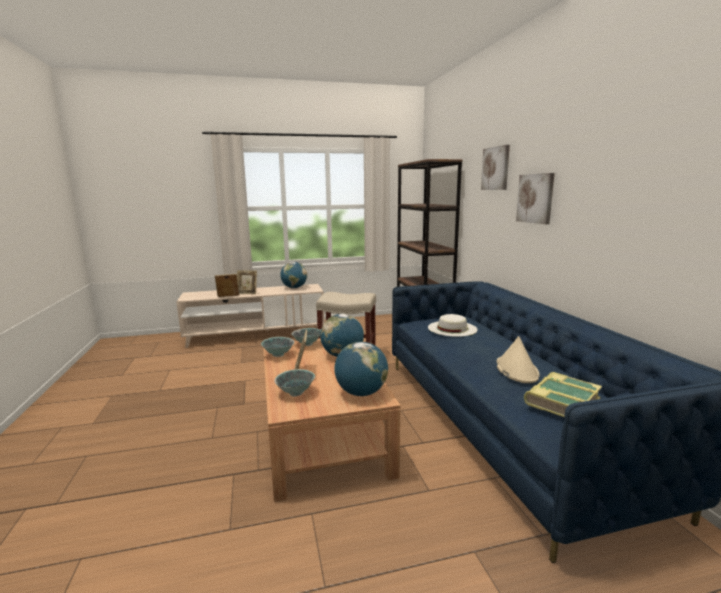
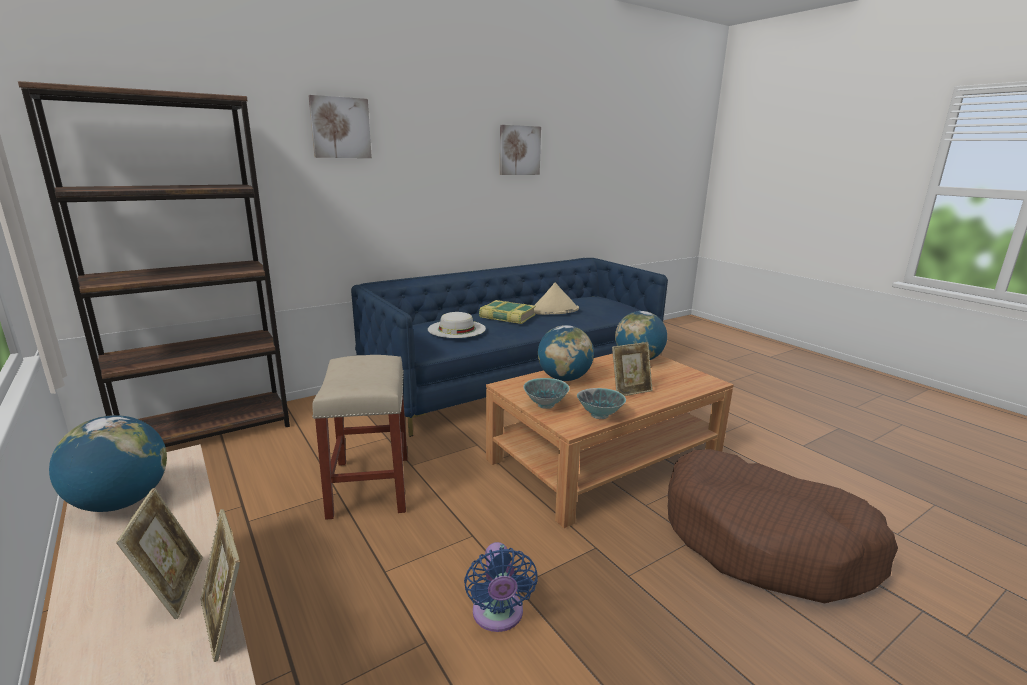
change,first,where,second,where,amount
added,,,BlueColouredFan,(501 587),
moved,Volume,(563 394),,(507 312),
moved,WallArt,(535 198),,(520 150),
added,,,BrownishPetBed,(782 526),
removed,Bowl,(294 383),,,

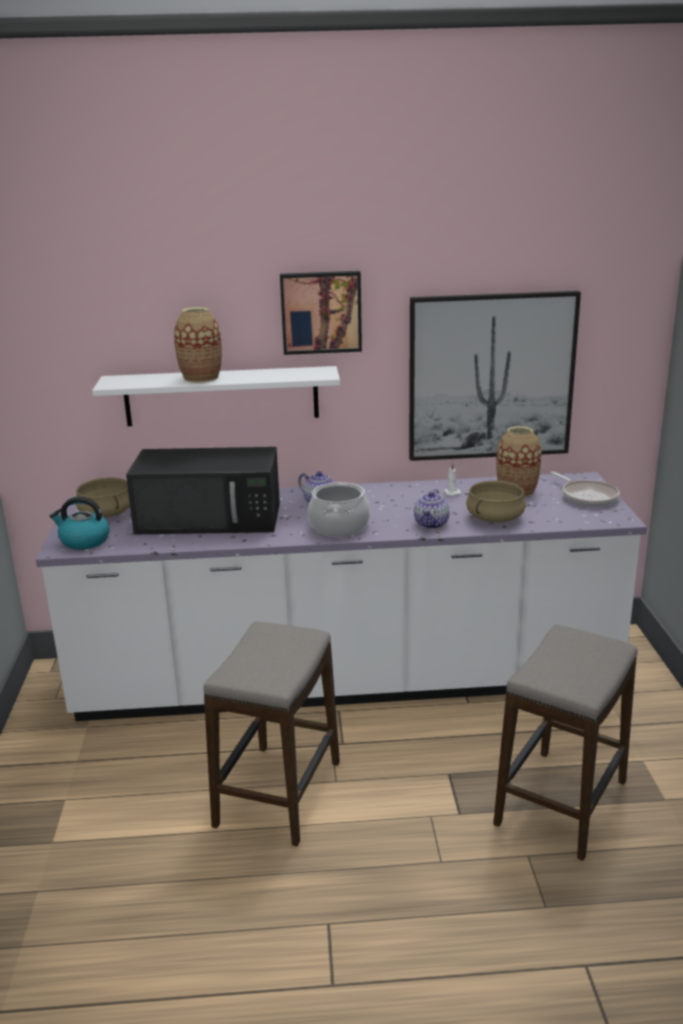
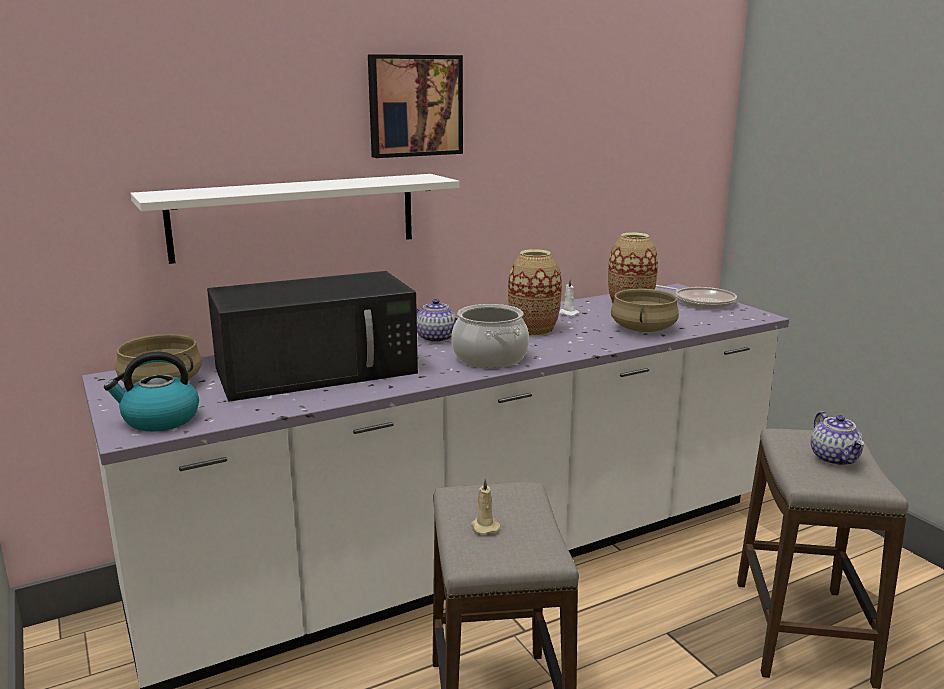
change,first,where,second,where,amount
added,,,BeigeWaxCandle,(485 506),
moved,Vase,(198 345),,(535 292),
moved,PotForTea,(432 509),,(838 438),
removed,WallArt,(495 376),,,

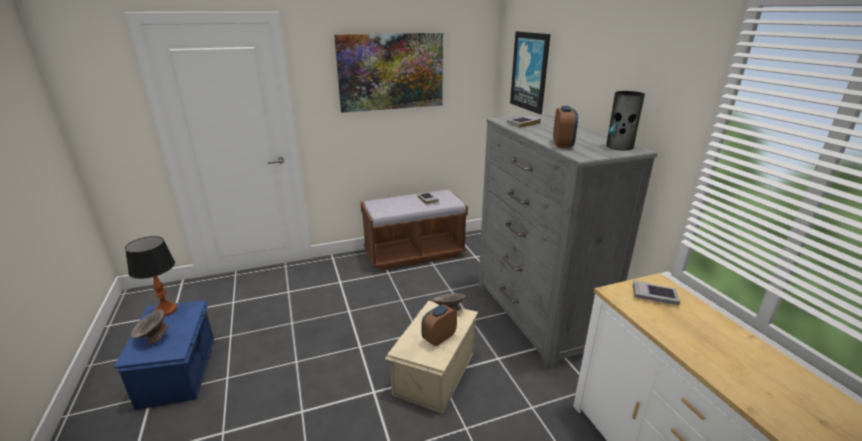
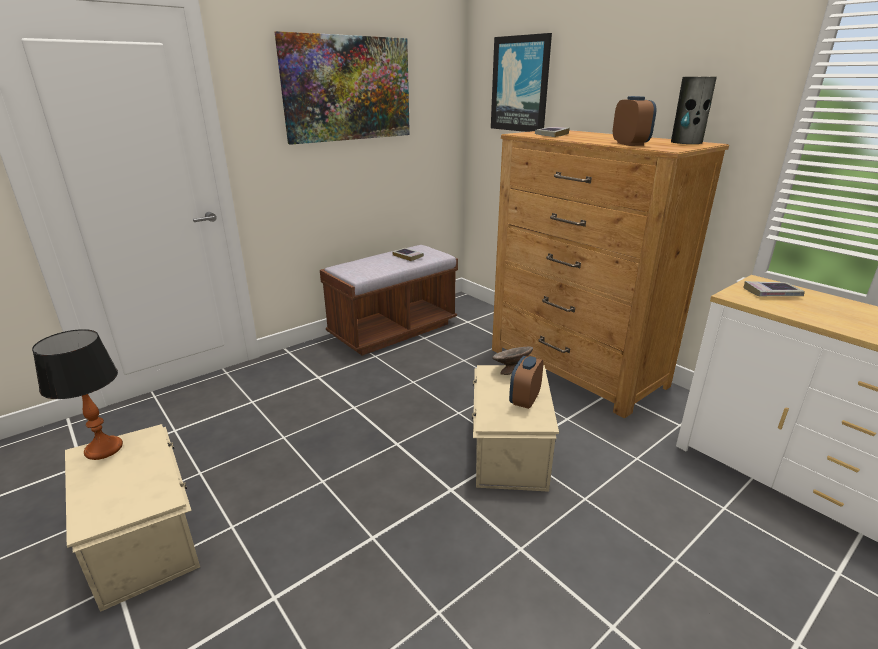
change,first,where,second,where,amount
recoloured,BlueColouredStorageBox,(164 355),BeigeStorageBox,(132 518),
recoloured,GrayDresser,(568 242),BrownishDresser,(610 274),
removed,GrayBowl,(150 327),,,

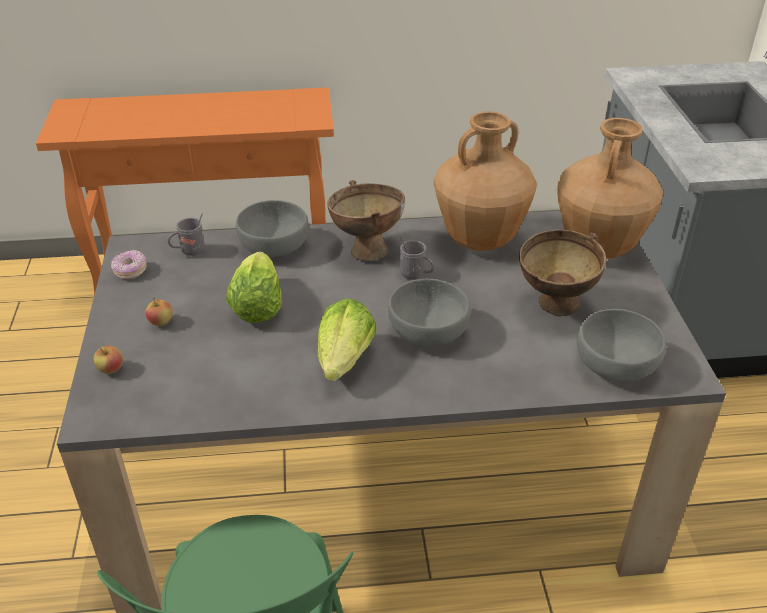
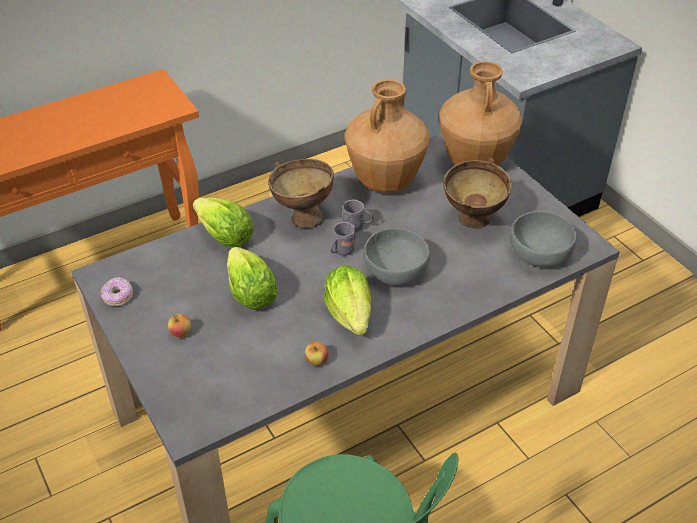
change,first,where,second,where,amount
replaced,GrayBowl,(272 228),HeadOfLettuce,(223 222),
moved,Apple,(108 359),,(316 354),
moved,GrayTeaMug,(186 235),,(342 236),

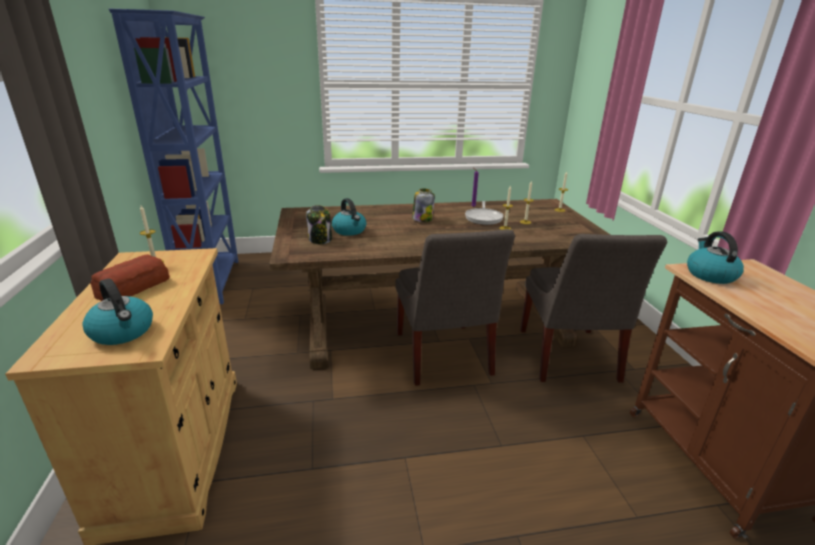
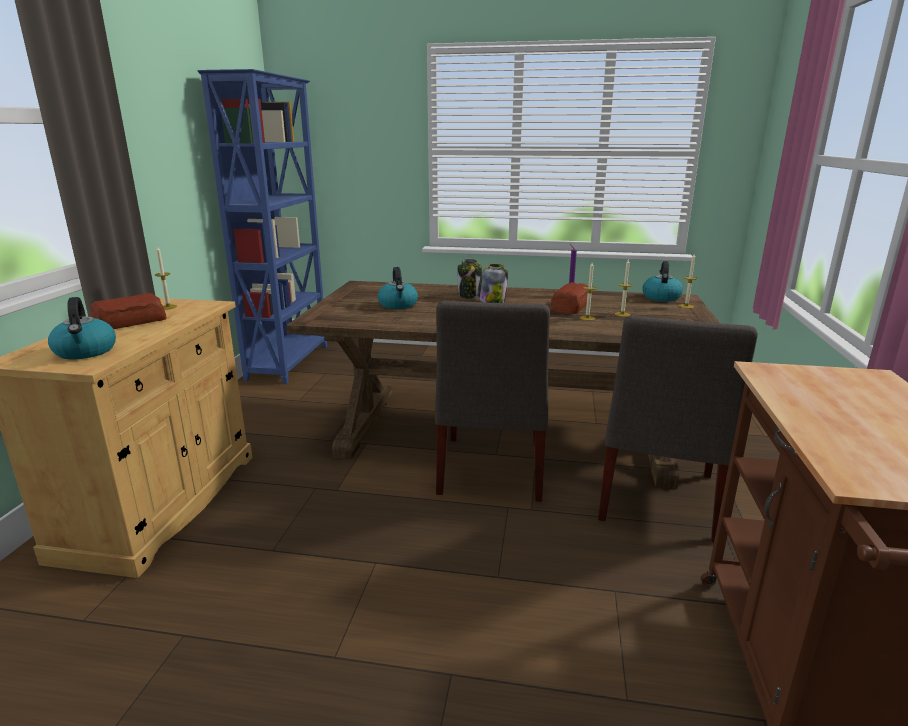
change,first,where,second,where,amount
moved,StorageJar,(319 224),,(469 279),
replaced,FryingPan,(484 213),BakeryBread,(569 298),
moved,WaterKettle,(715 257),,(662 281),

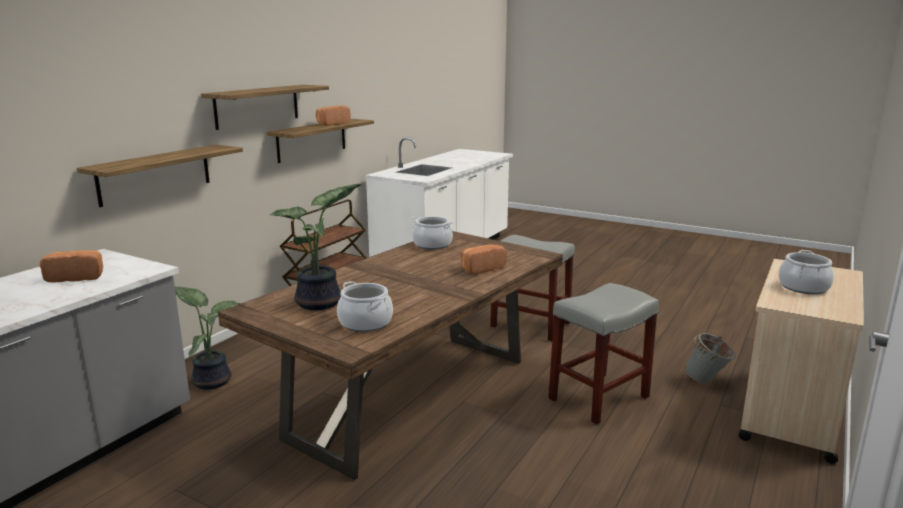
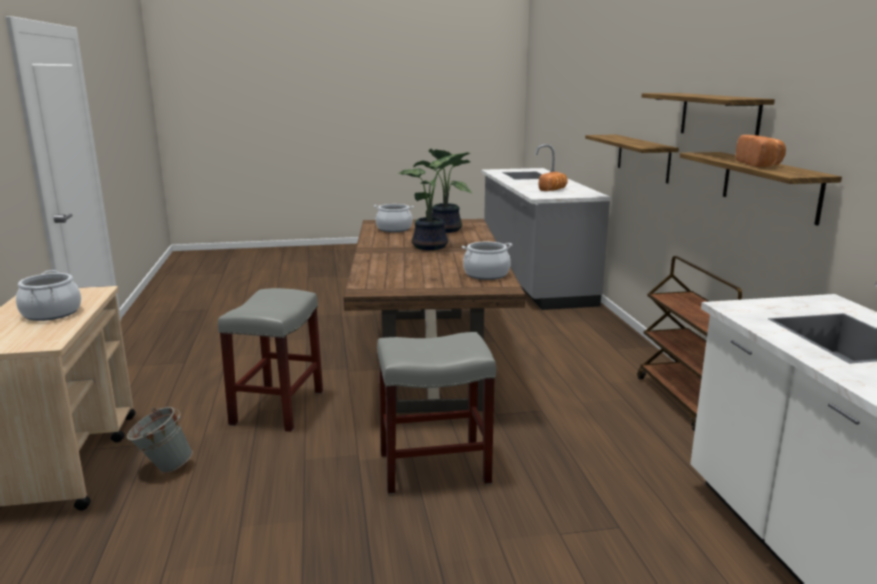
change,first,where,second,where,amount
moved,PlantInAPot,(207 338),,(433 201),
removed,BakeryBread,(484 259),,,

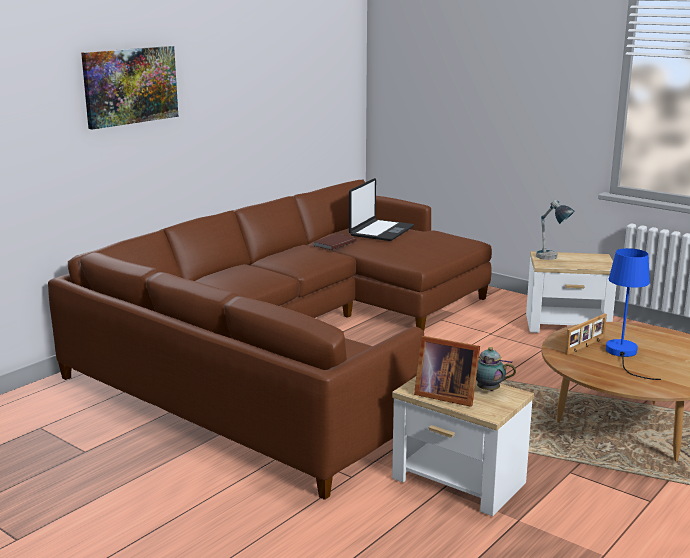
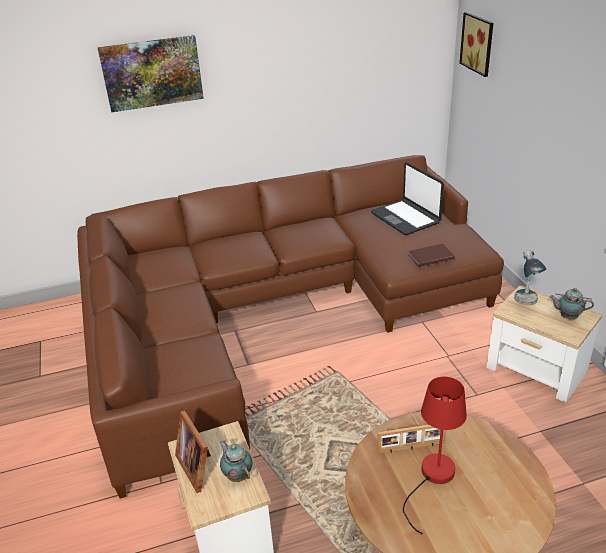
change,first,where,second,where,amount
turned,NotebookComputer,(381 209),,(407 198),90 degrees clockwise
recoloured,BlueColouredLampForATable,(633 314),RedLampForATable,(435 456),
moved,BrownishVolume,(334 241),,(432 255),
added,,,WallArt,(476 44),
added,,,PotForTea,(571 303),

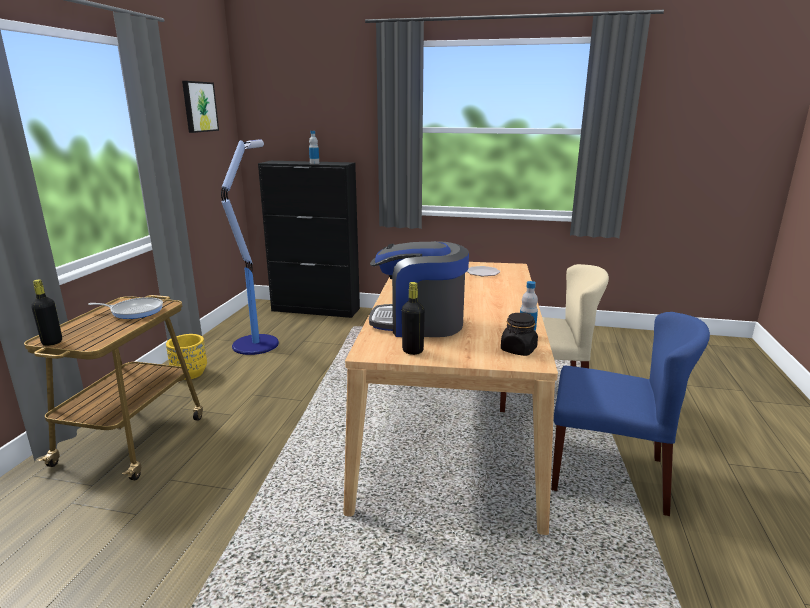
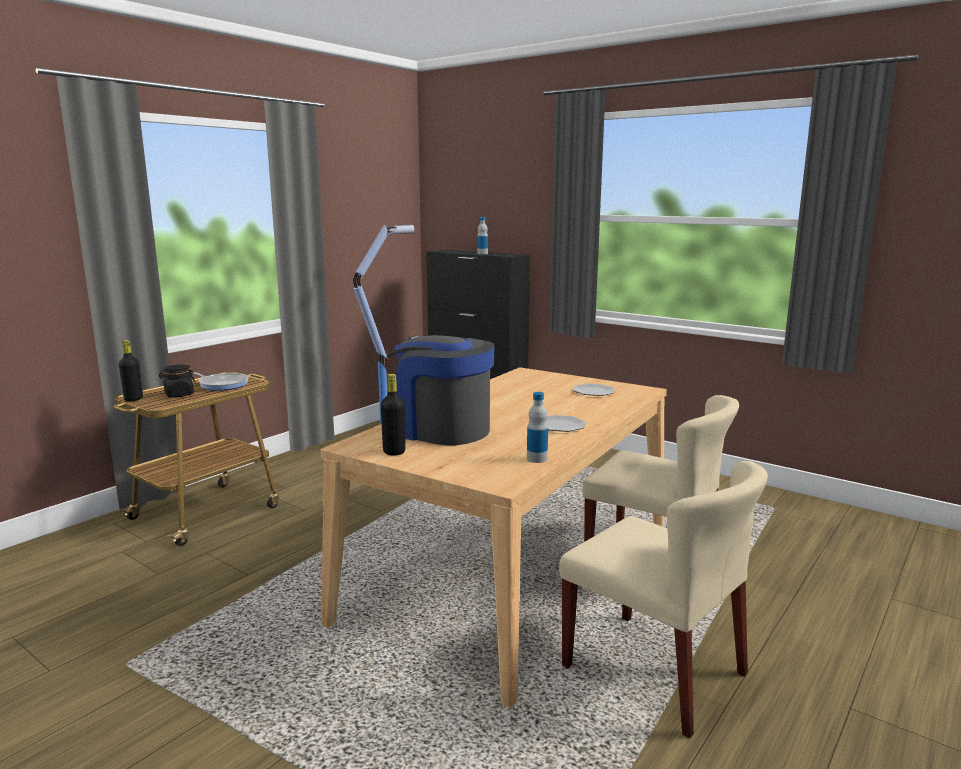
change,first,where,second,where,amount
moved,BlackishStorageJar,(519 334),,(177 380),
added,,,DinnerPlate,(566 423),
recoloured,BlueColouredUprightChair,(630 414),BeigeUprightChair,(663 599),
removed,YellowishFlowerPot,(186 357),,,
removed,WallArt,(200 107),,,

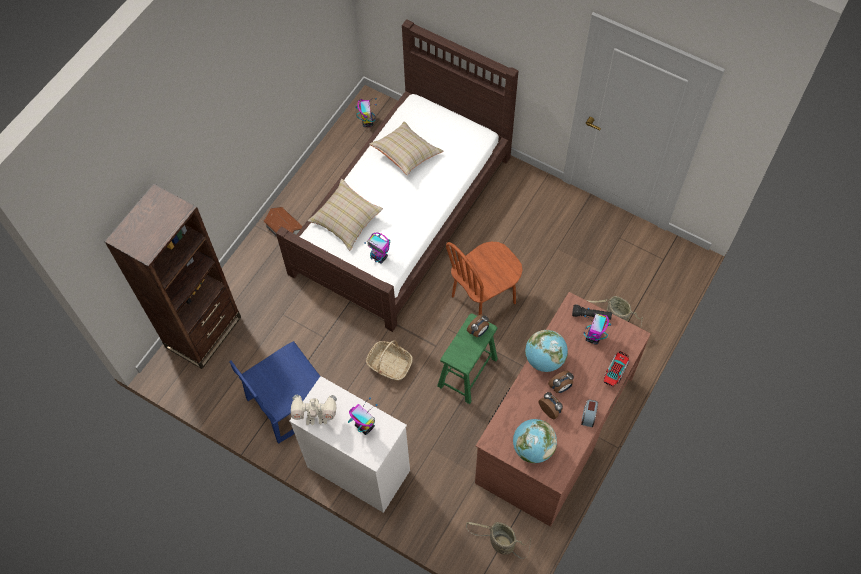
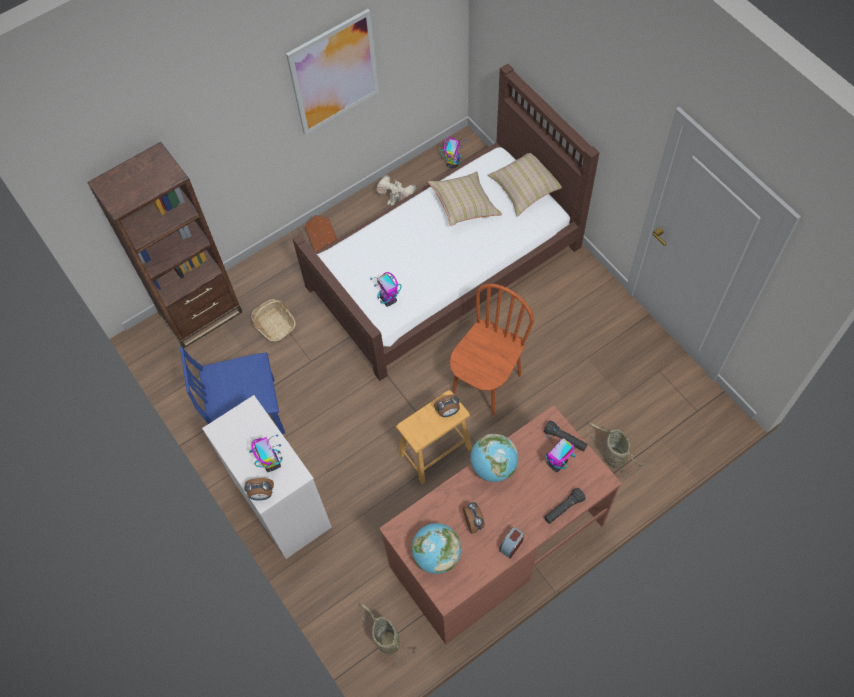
change,first,where,second,where,amount
moved,AlarmClock,(561 382),,(259 489),
moved,Basket,(389 360),,(273 321),
added,,,WallArt,(332 72),
moved,RobotFigure,(314 410),,(396 190),
recoloured,GreenStool,(467 358),BrownishStool,(434 437),
turned,BrownishUprightChair,(484 278),,(492 349),135 degrees clockwise
moved,BeigeThrowPillow,(345 215),,(525 185),
replaced,ToyLorry,(616 369),BlackishHandTorch,(565 506),

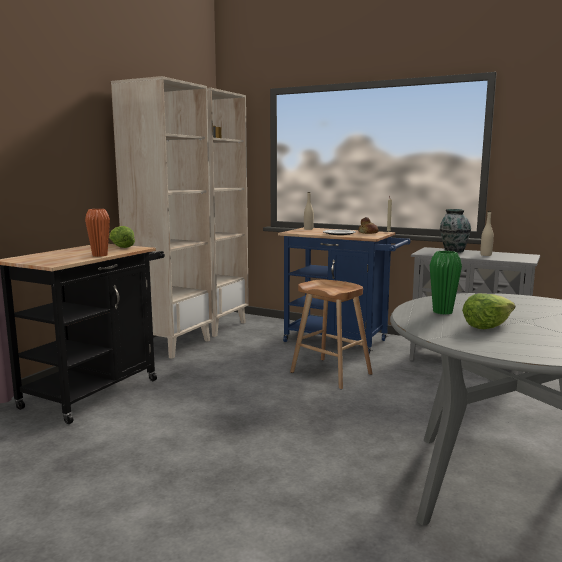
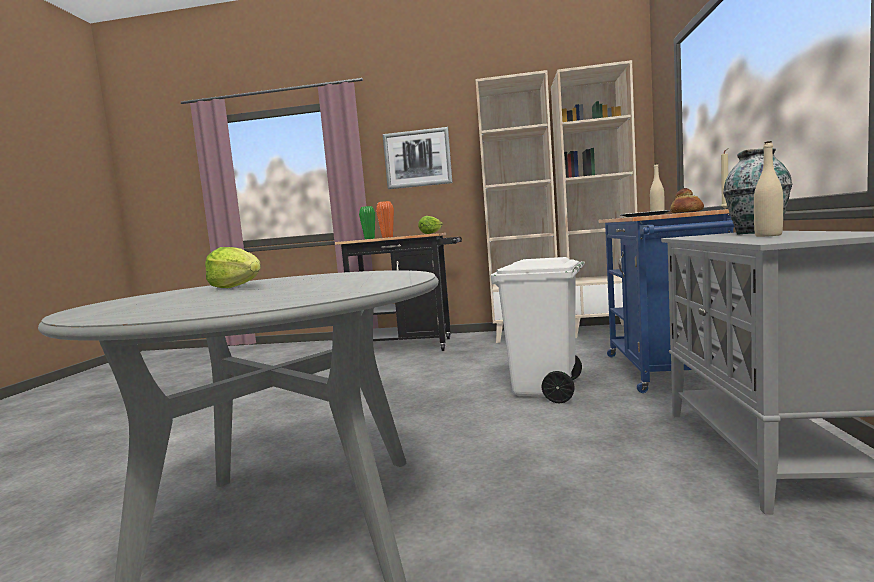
change,first,where,second,where,amount
moved,GreenVase,(446 283),,(367 222),
added,,,WallArt,(417 158),
replaced,BrownishStool,(331 334),WhiteColouredWasteBin,(538 330),

